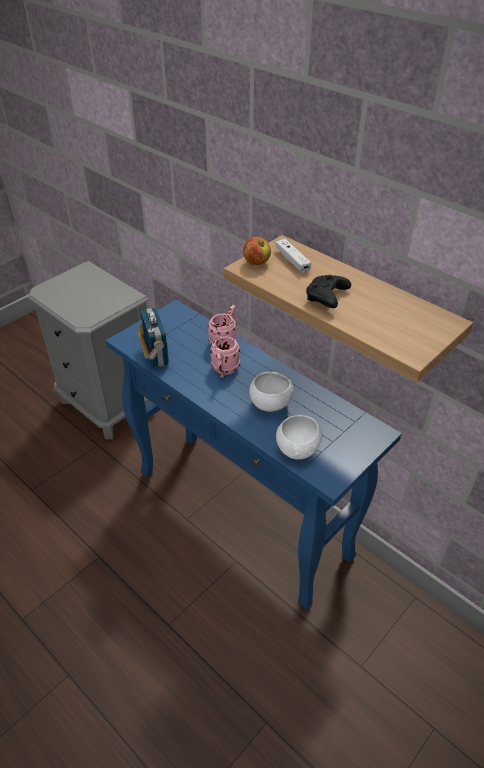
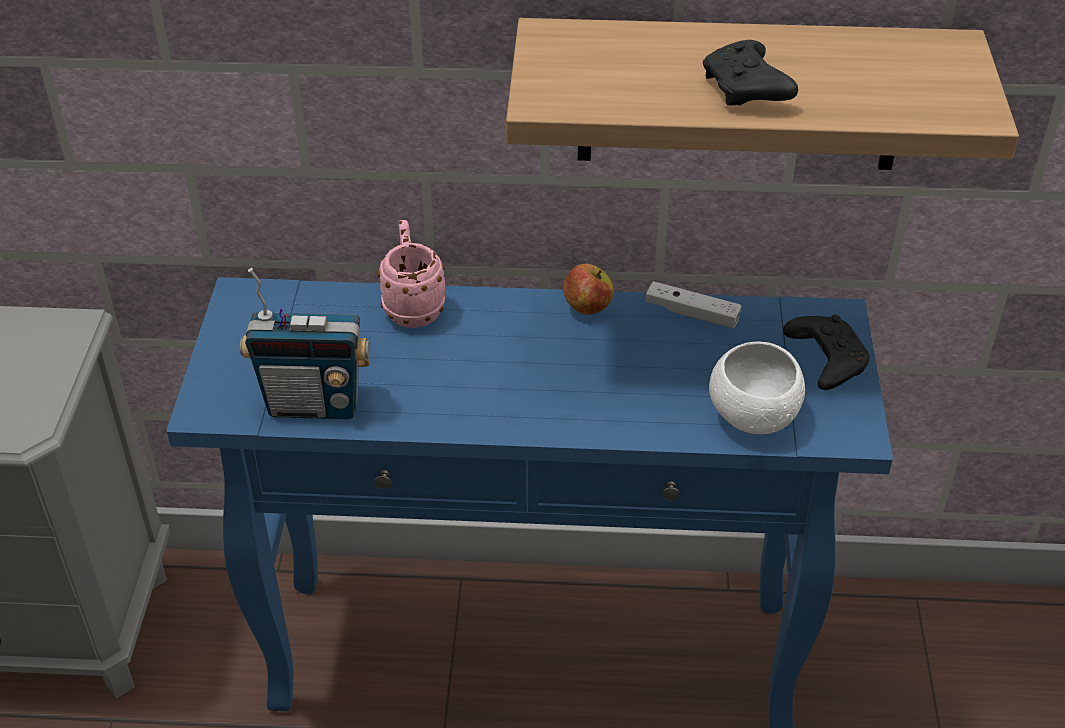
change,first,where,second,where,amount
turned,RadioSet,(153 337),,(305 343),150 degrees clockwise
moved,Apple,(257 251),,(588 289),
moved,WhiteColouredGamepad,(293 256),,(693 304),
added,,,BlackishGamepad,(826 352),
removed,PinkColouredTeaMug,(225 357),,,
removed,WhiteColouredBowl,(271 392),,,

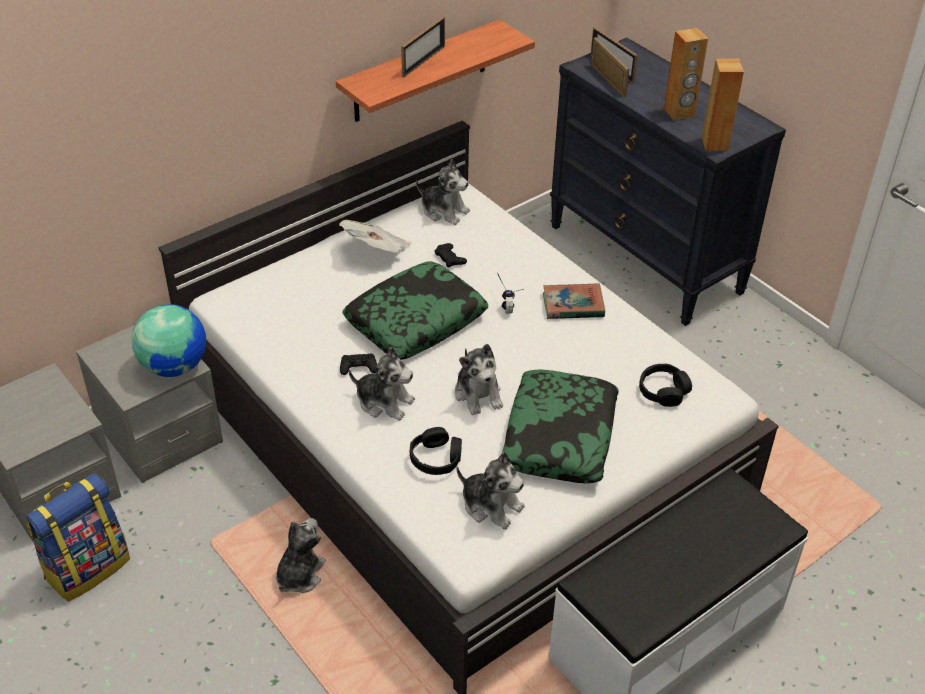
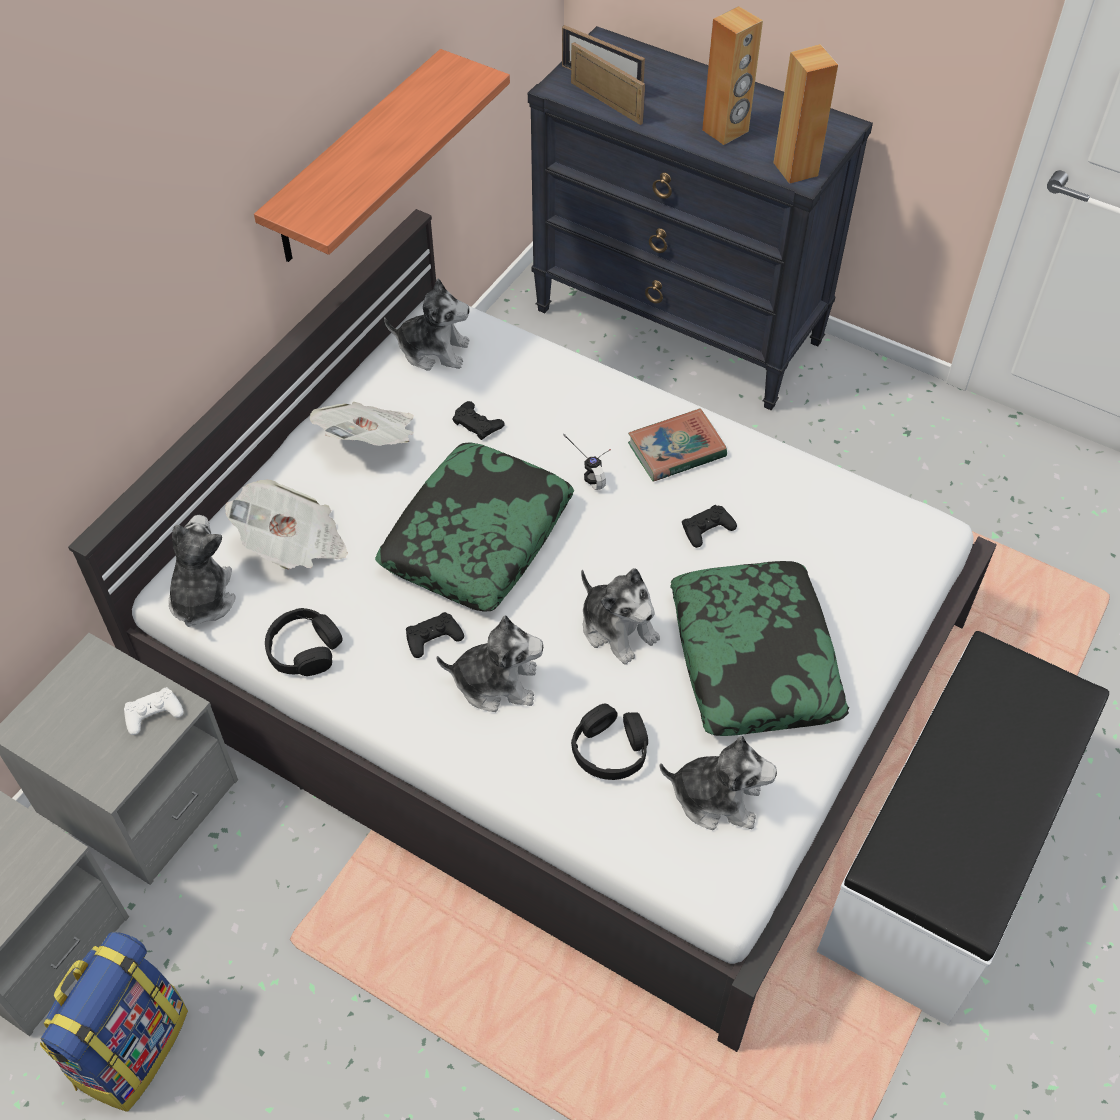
change,first,where,second,where,amount
replaced,DeskGlobe,(169 340),WhiteColouredGamepad,(154 711),
moved,PlushToy,(301 555),,(202 571),
added,,,DailyPaper,(286 524),
moved,BlackishHeadset,(665 385),,(304 642),
added,,,BlackishGamepad,(709 526),
removed,PhotoFrame,(423 46),,,

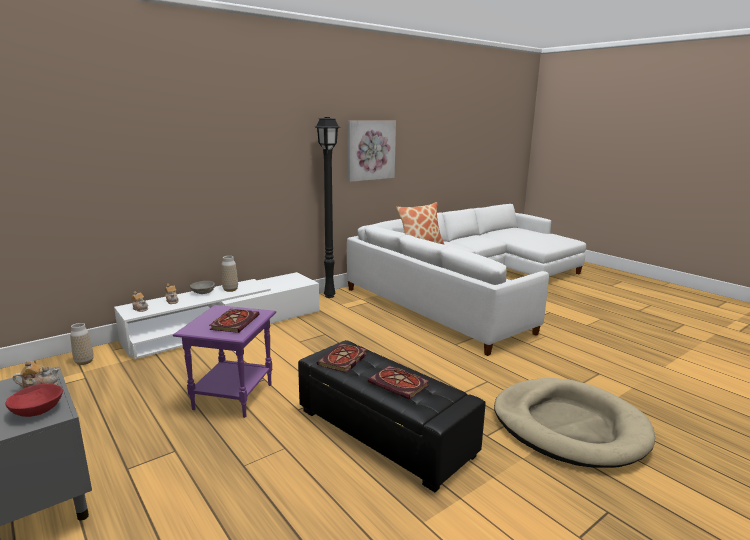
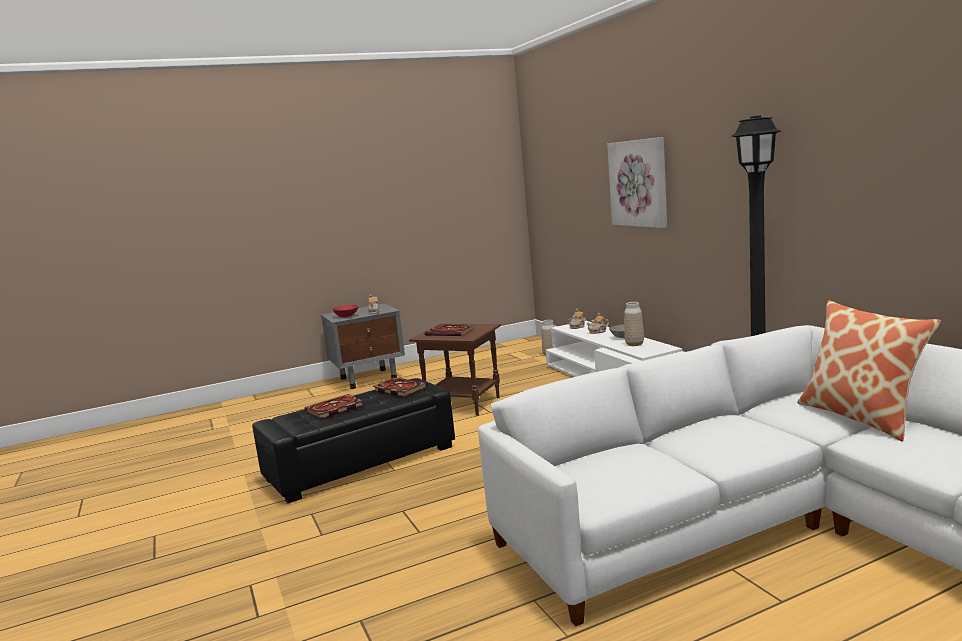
change,first,where,second,where,amount
recoloured,PurpleSideTable,(224 361),BrownishSideTable,(455 369),
moved,WallArt,(372 151),,(637 182),
removed,BeigePetBed,(574 423),,,

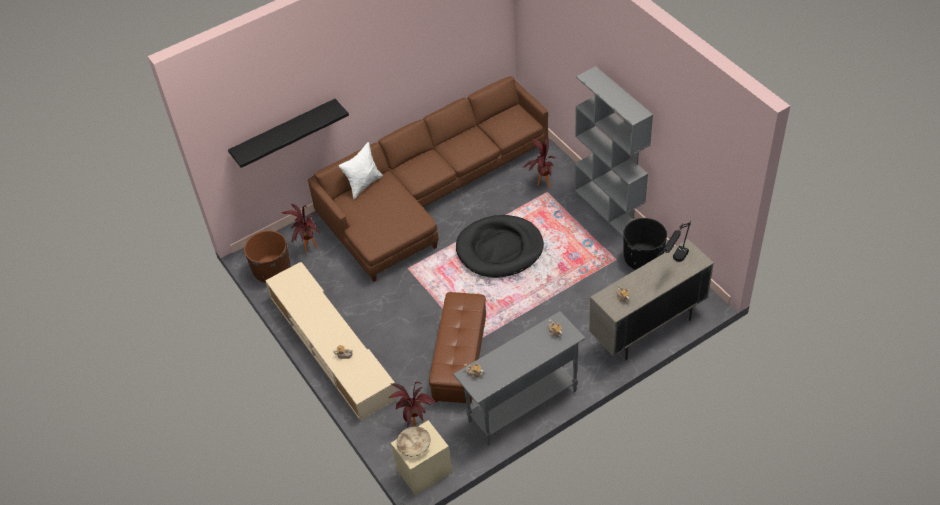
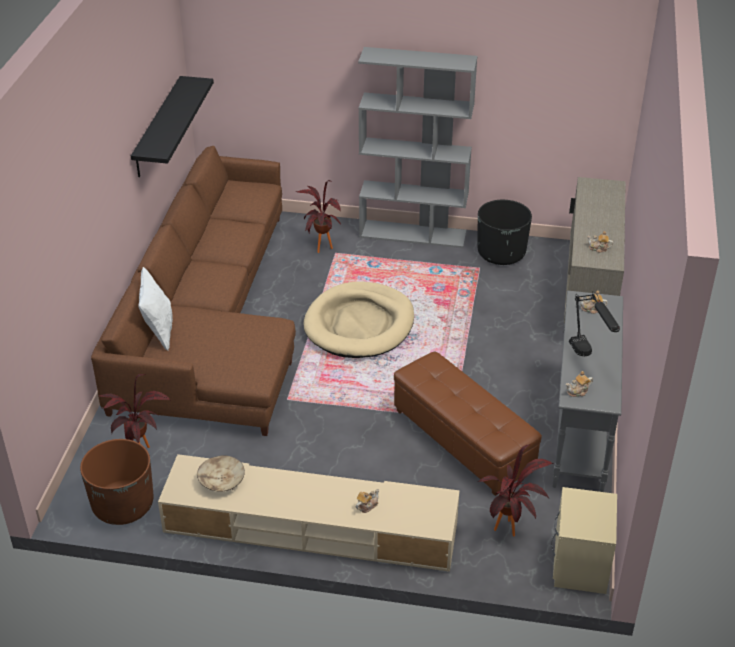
change,first,where,second,where,amount
moved,BlackishShelf,(288 133),,(172 126),
moved,BeigeBowl,(414 441),,(221 473),
recoloured,BlackishPetBed,(500 246),BeigePetBed,(359 319),
moved,BlackishLampForATable,(677 241),,(594 323),

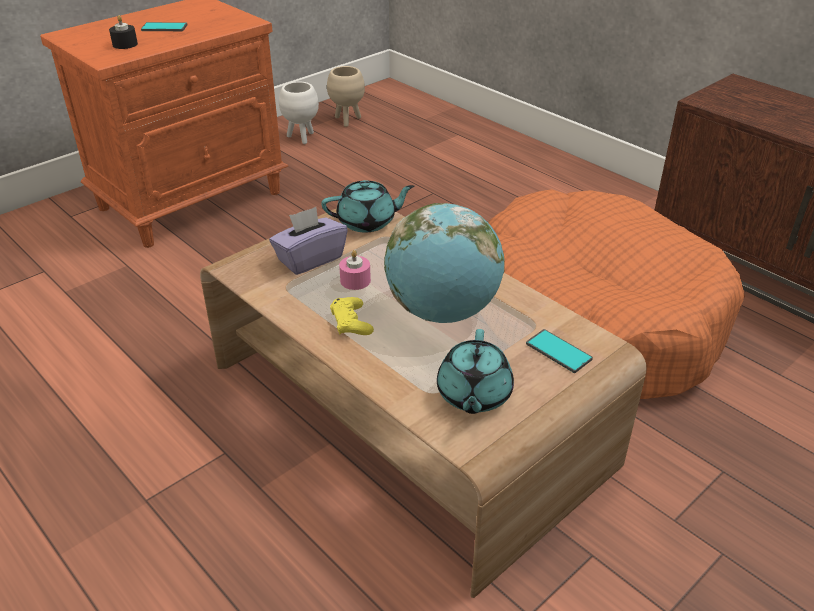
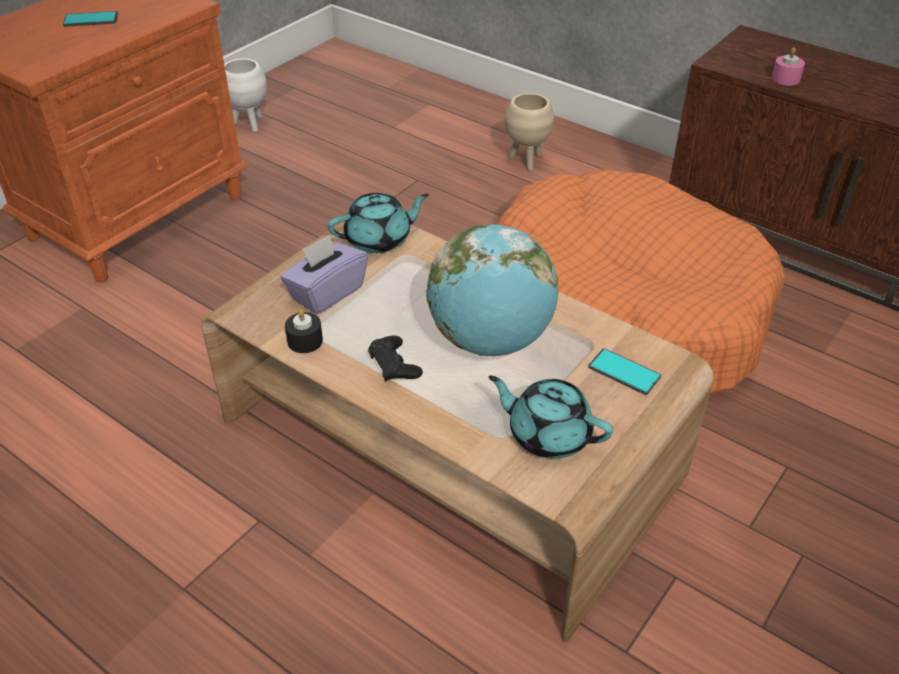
change,first,where,second,where,amount
moved,BlackishWaxCandle,(123 32),,(304 331),
recoloured,YellowishGamepad,(352 316),BlackishGamepad,(395 359),
turned,TurquoiseColouredPotForTea,(475 371),,(550 417),120 degrees clockwise
moved,BeigeFlowerPot,(346 96),,(529 132),
moved,PinkColouredWaxCandle,(355 270),,(788 66),

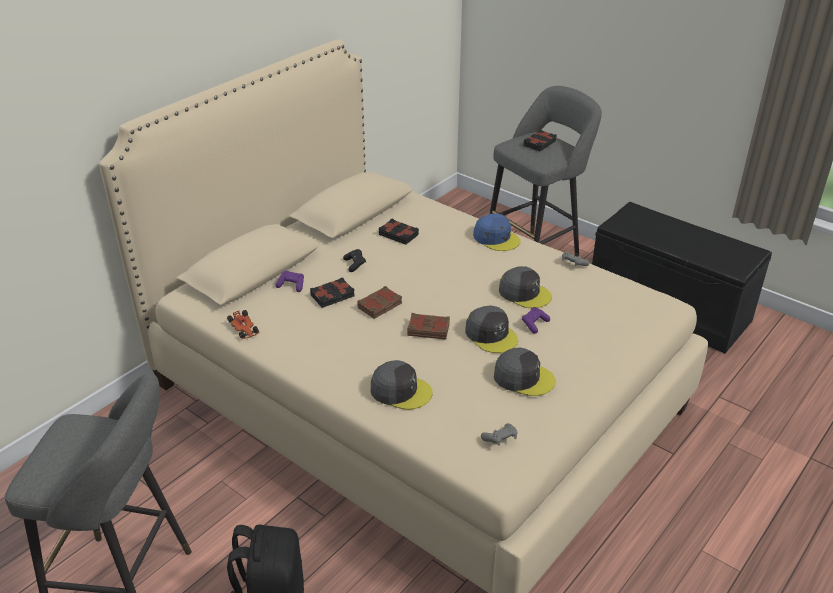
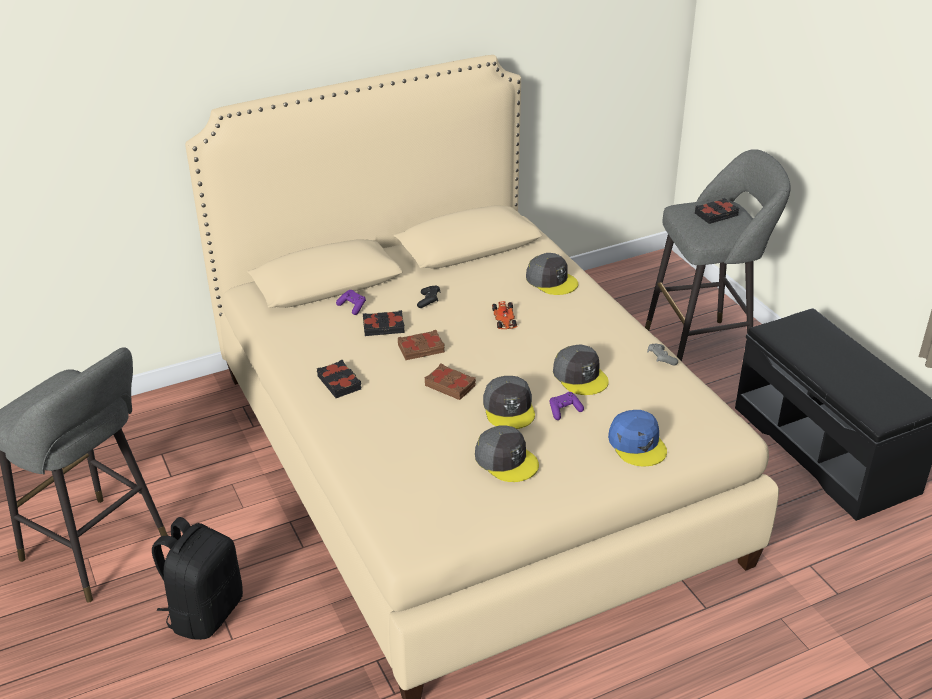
change,first,where,second,where,amount
moved,BlackishVolume,(399 231),,(339 379),
moved,ToyCar,(243 324),,(505 315),
moved,GrayPeakedCap,(402 385),,(552 274),
moved,BlueColouredPeakedCap,(497 232),,(637 438),
removed,GrayGamepad,(499 434),,,

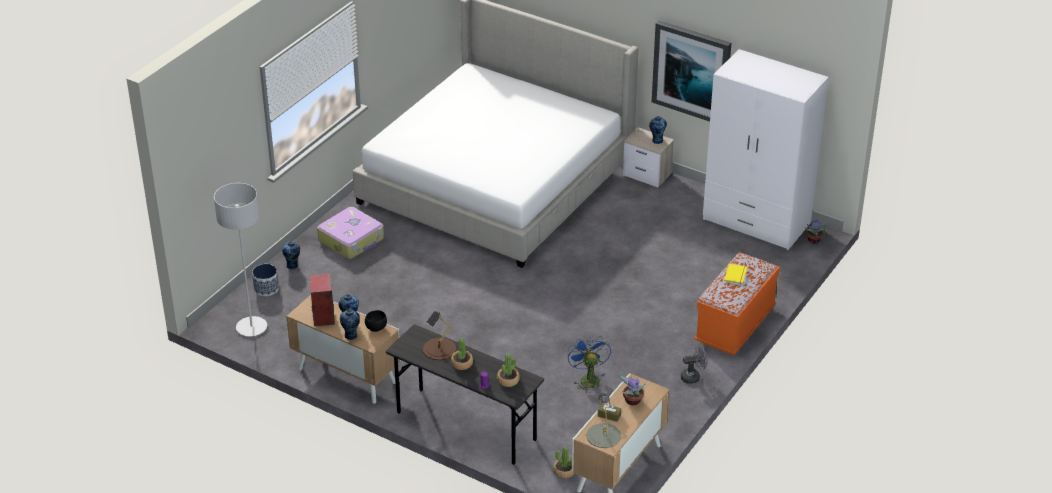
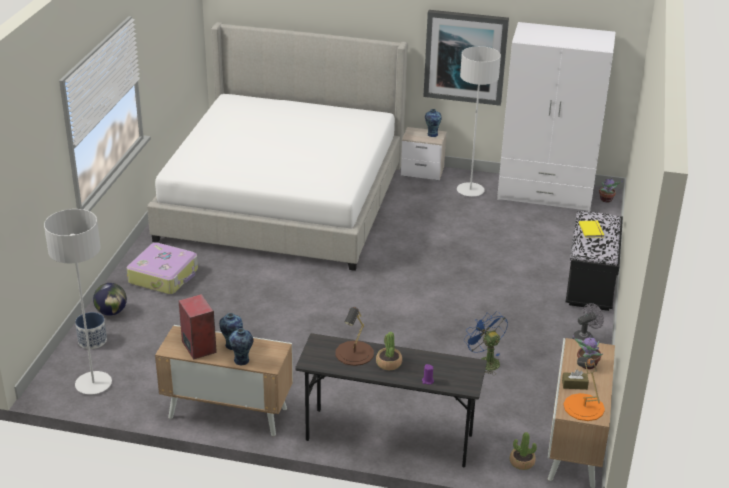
change,first,where,second,where,amount
replaced,Vase,(291 255),DeskGlobe,(110 299),
added,,,GrayStandardLamp,(479 121),
recoloured,GrayLampForATable,(603 420),OrangeColouredLampForATable,(584 389),
recoloured,OrangeColouredLongSeat,(737 303),BlackishLongSeat,(594 261),
removed,BlackishBowl,(376 321),,,
removed,PlantInAPot,(508 370),,,

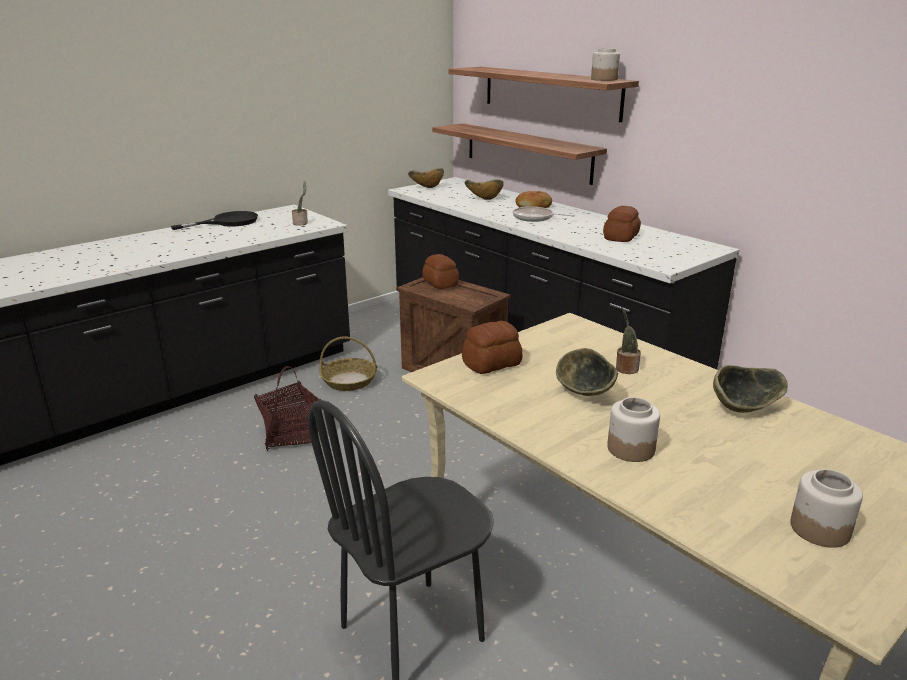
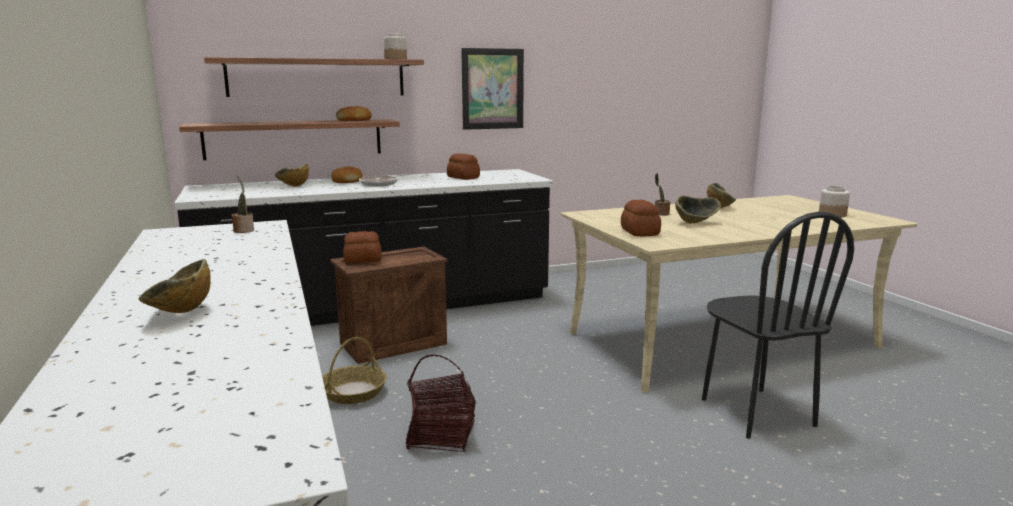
change,first,where,second,where,amount
moved,Bowl,(426 178),,(175 286),
added,,,BakeryBread,(354 113),
added,,,WallArt,(492 89),
removed,BlackishFryingPan,(214 220),,,
removed,StorageJar,(633 429),,,

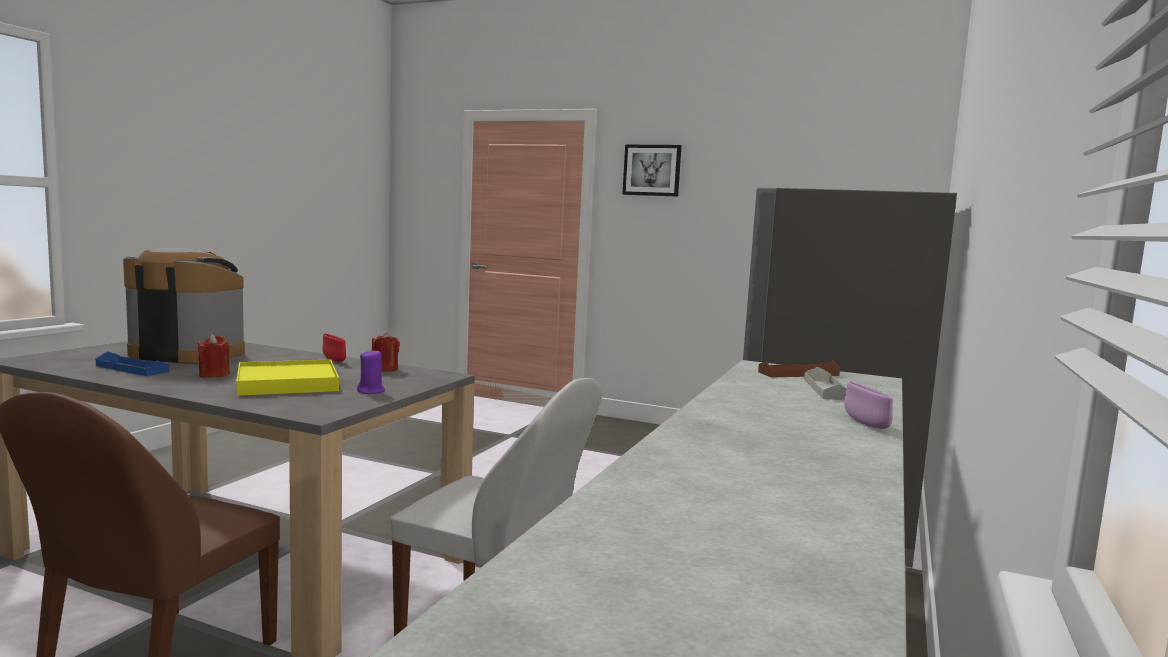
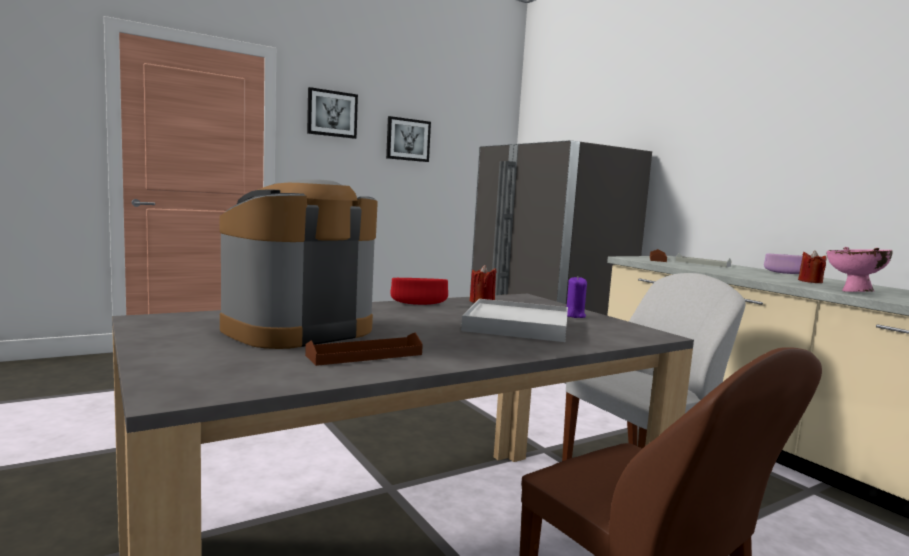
change,first,where,second,where,amount
recoloured,BlueColouredTray,(132 363),BrownishTray,(364 349),
added,,,WallArt,(408 139),
recoloured,YellowishTray,(287 378),WhiteColouredTray,(514 320),
moved,RedWaxCandle,(213 356),,(812 266),
added,,,PinkColouredBowl,(859 269),

